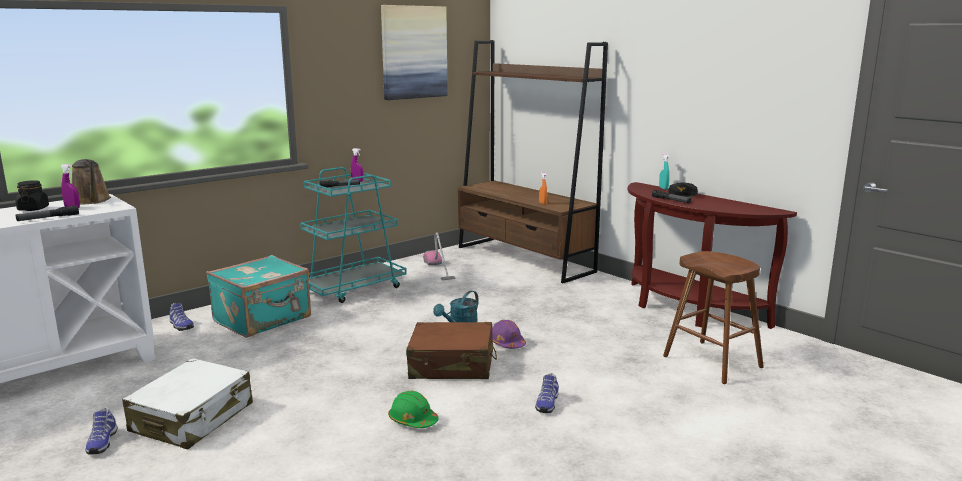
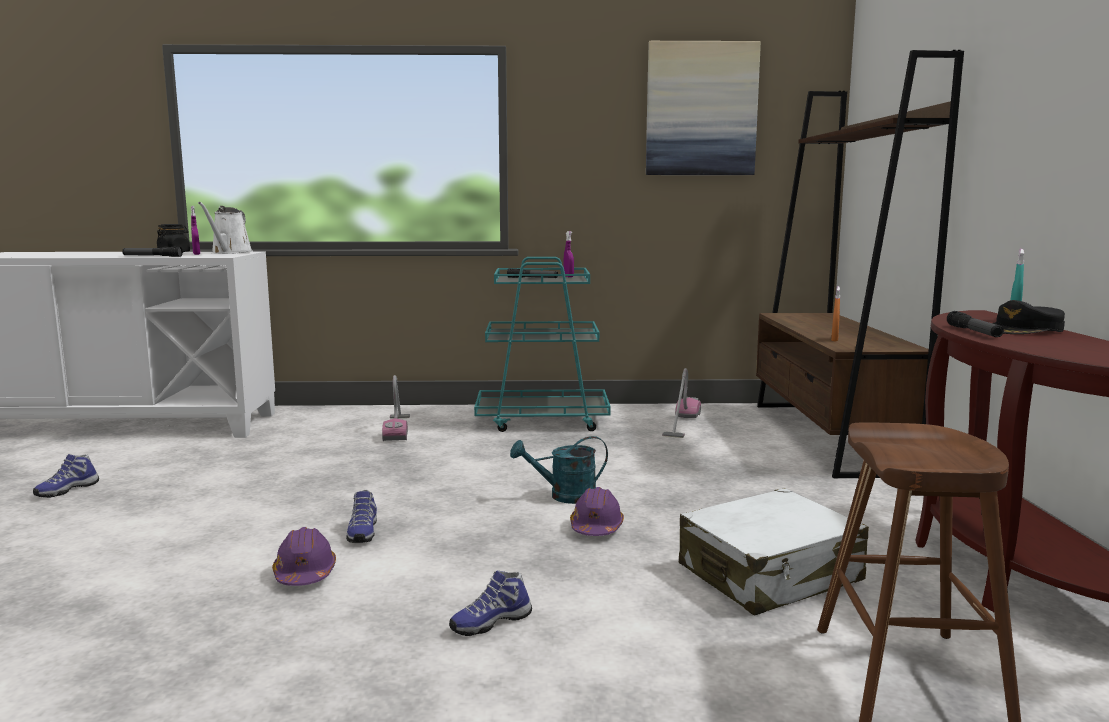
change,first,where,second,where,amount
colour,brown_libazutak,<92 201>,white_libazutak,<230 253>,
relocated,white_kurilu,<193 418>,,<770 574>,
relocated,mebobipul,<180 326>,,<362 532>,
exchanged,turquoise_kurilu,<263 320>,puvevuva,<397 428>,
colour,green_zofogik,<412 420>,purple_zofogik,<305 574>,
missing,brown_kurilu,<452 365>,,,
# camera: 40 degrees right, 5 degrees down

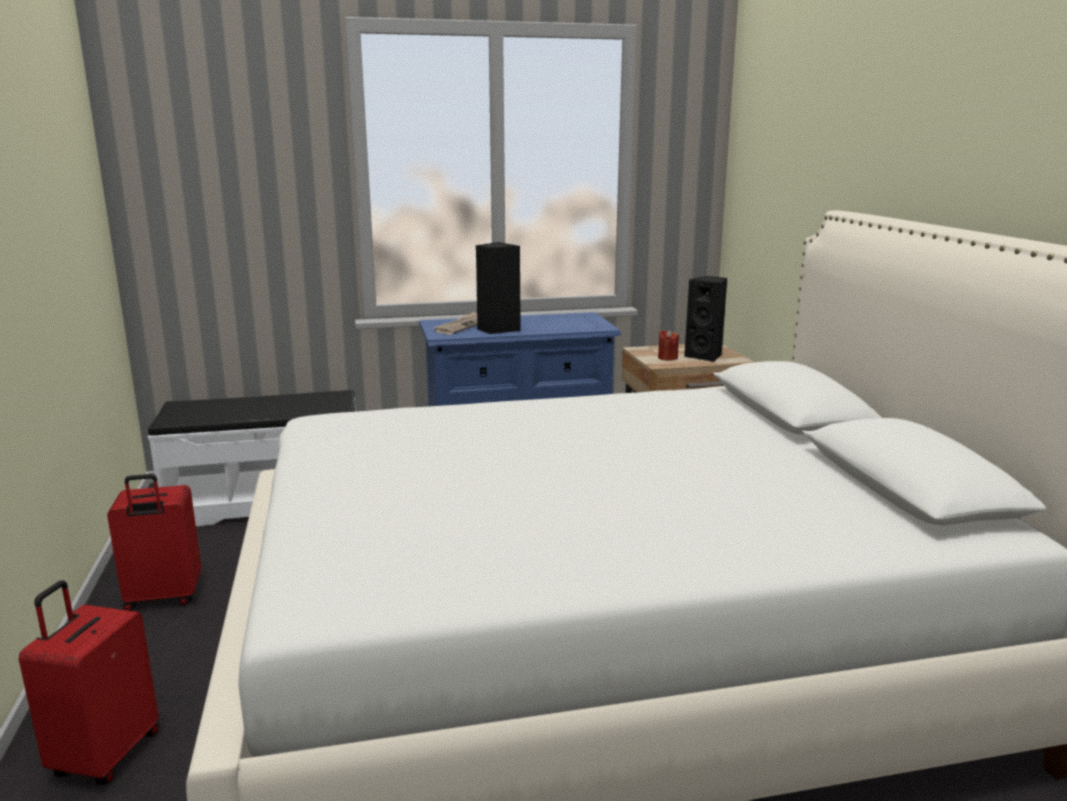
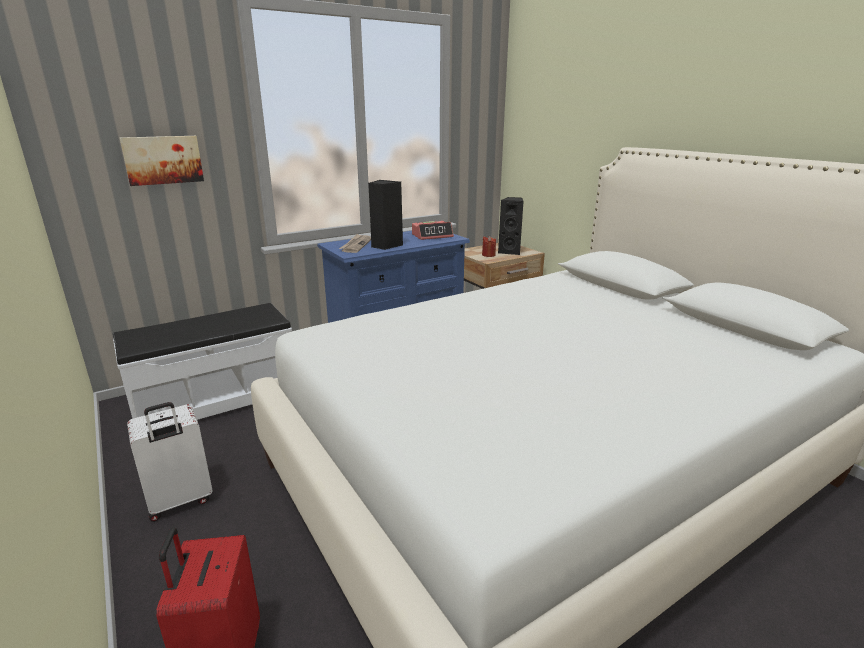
change,first,where,second,where,amount
colour,red_kurilu,<163 598>,white_kurilu,<180 502>,
appeared,,,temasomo,<163 160>,
appeared,,,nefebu,<432 236>,
# camera: 20 degrees left, 5 degrees up

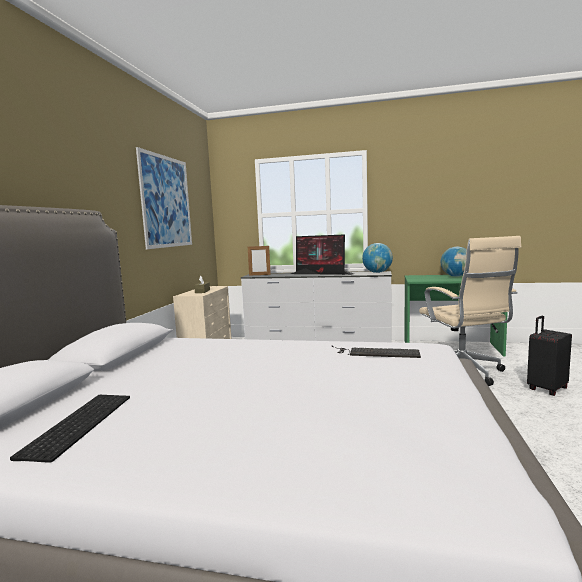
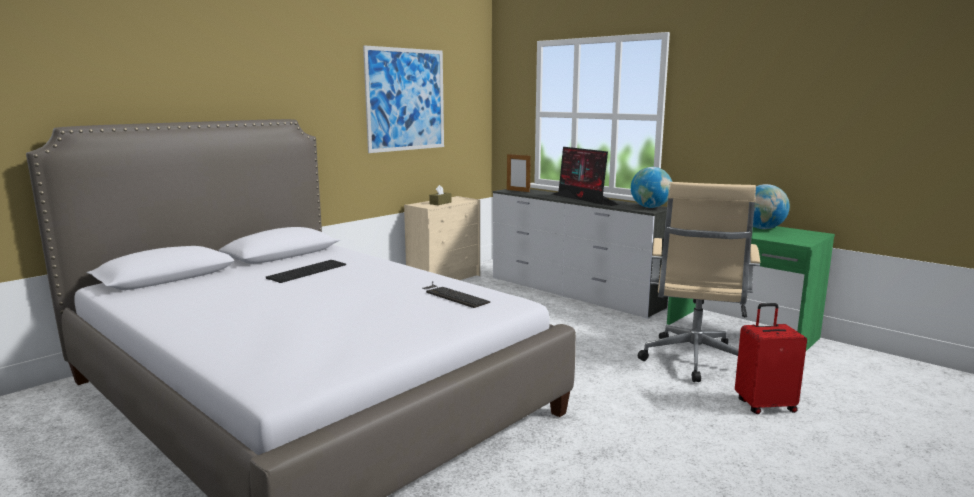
change,first,where,second,where,amount
relocated,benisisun,<77 423>,,<307 271>,
colour,black_kurilu,<546 389>,red_kurilu,<764 405>,
# camera: 30 degrees right, 5 degrees up

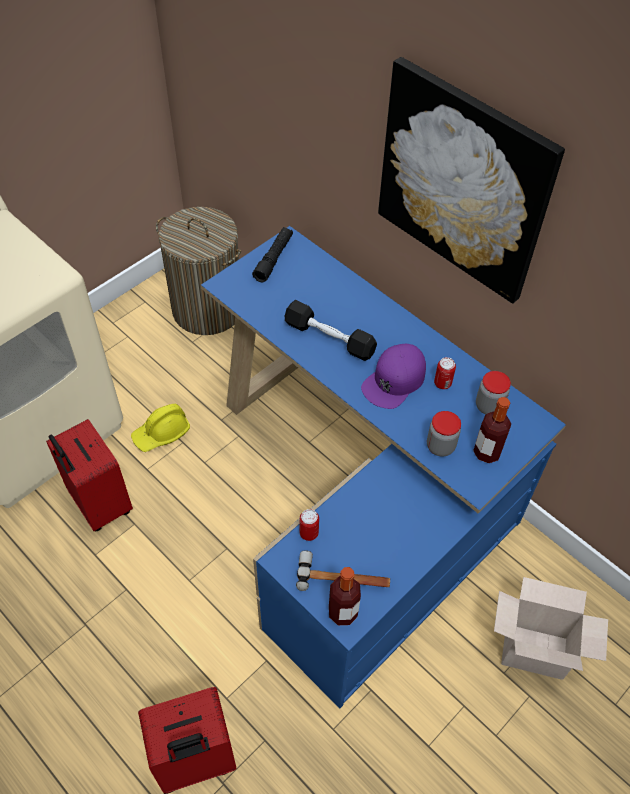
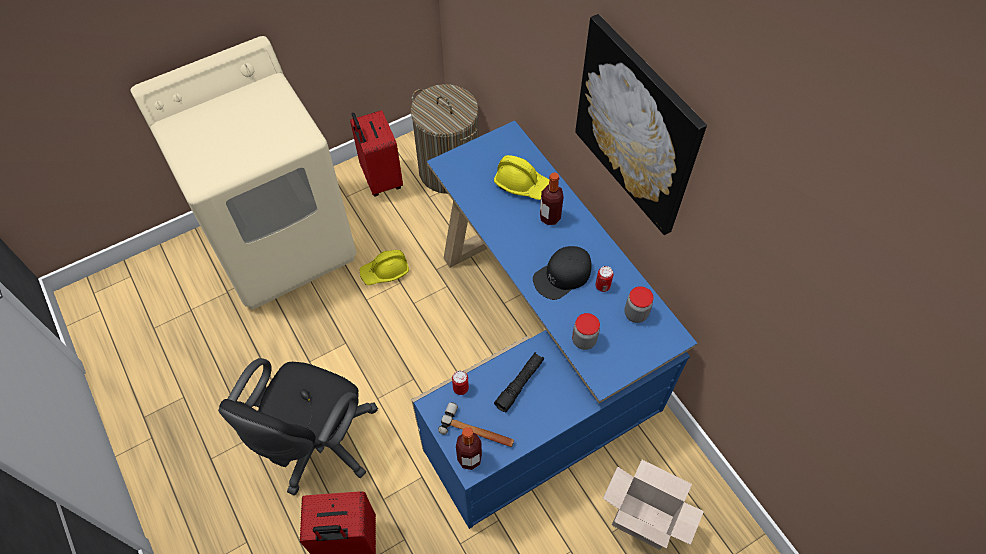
change,first,where,second,where,amount
relocated,red_kurilu,<99 505>,,<380 179>,
relocated,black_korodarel,<274 259>,,<519 384>,
missing,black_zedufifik,<329 338>,,,
colour,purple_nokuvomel,<394 380>,black_nokuvomel,<562 275>,
relocated,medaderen,<486 452>,,<550 217>,
appeared,,,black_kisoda,<318 445>,
appeared,,,yellow_zofogik,<522 184>,
# camera: 15 degrees right, 5 degrees up

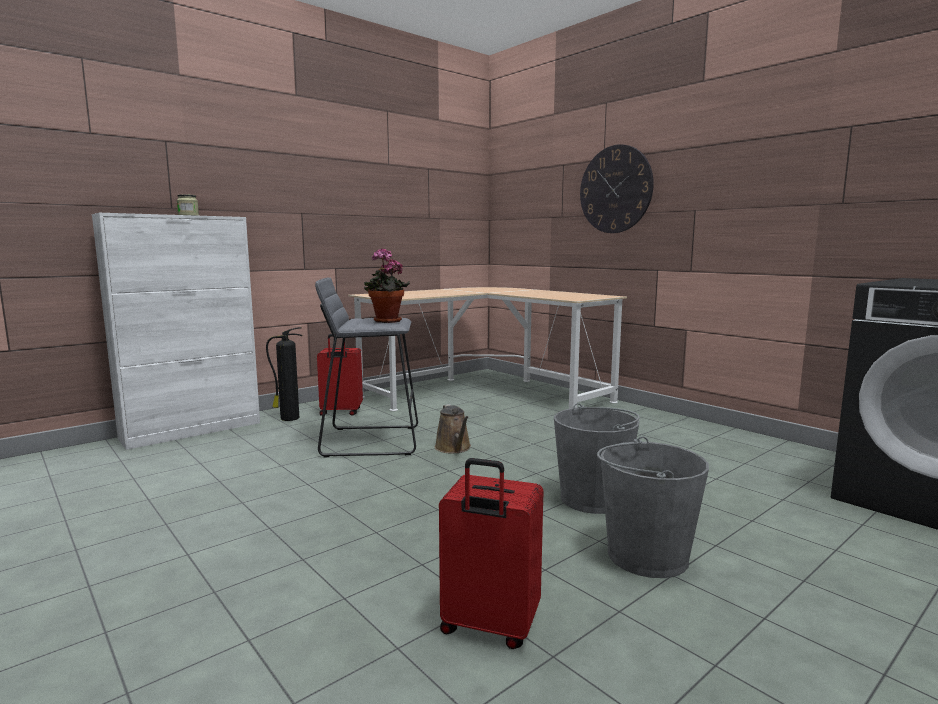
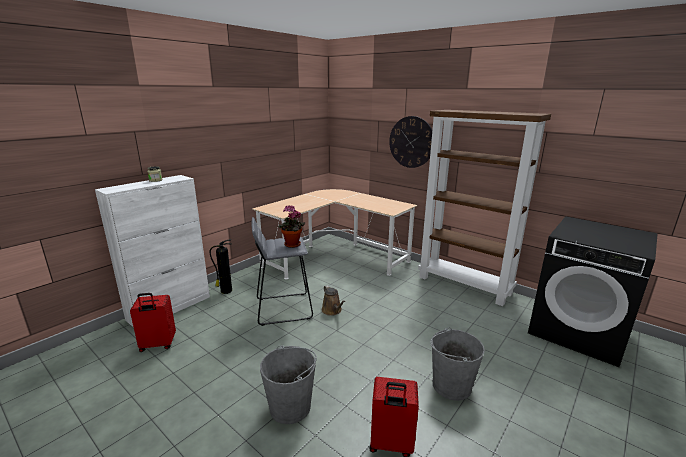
change,first,where,second,where,amount
relocated,red_kurilu,<341 412>,,<157 345>,
relocated,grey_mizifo,<593 499>,,<290 406>,
appeared,,,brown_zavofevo,<465 285>,
# camera: 10 degrees left, 10 degrees up

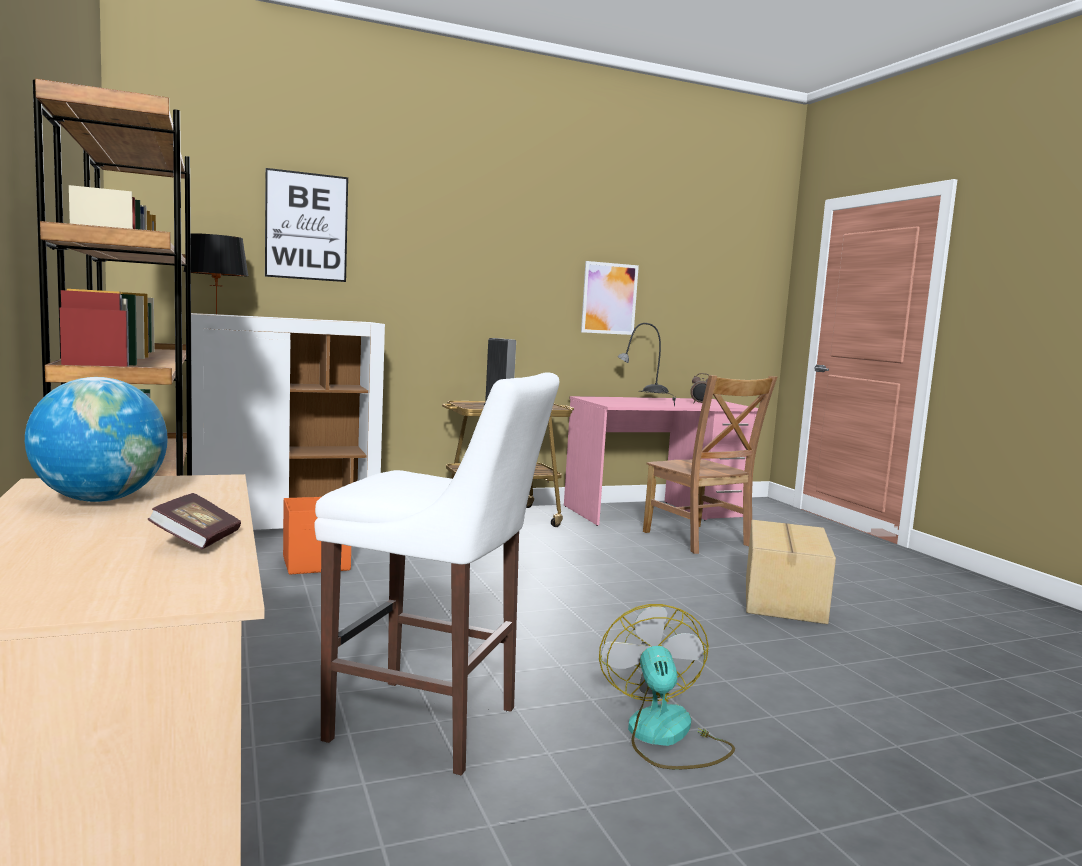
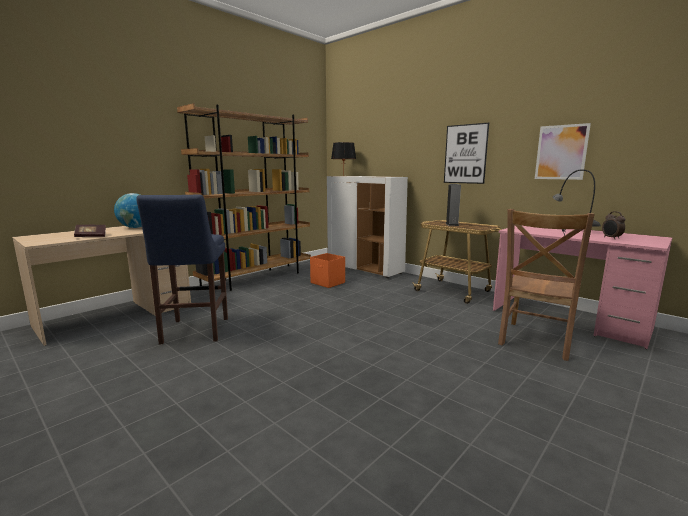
change,first,where,second,where,amount
relocated,temasomo,<306 226>,,<465 154>,
colour,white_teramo,<431 726>,blue_teramo,<194 332>,
missing,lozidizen,<665 737>,,,
missing,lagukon,<782 599>,,,
# camera: 65 degrees right, 5 degrees up

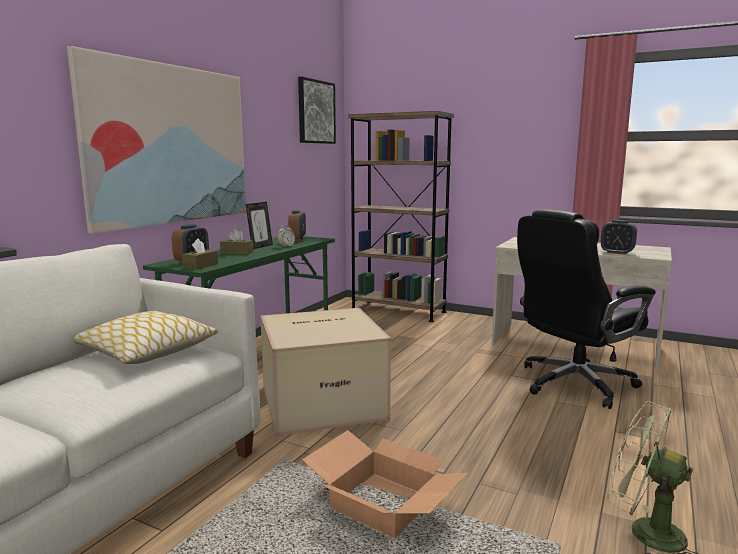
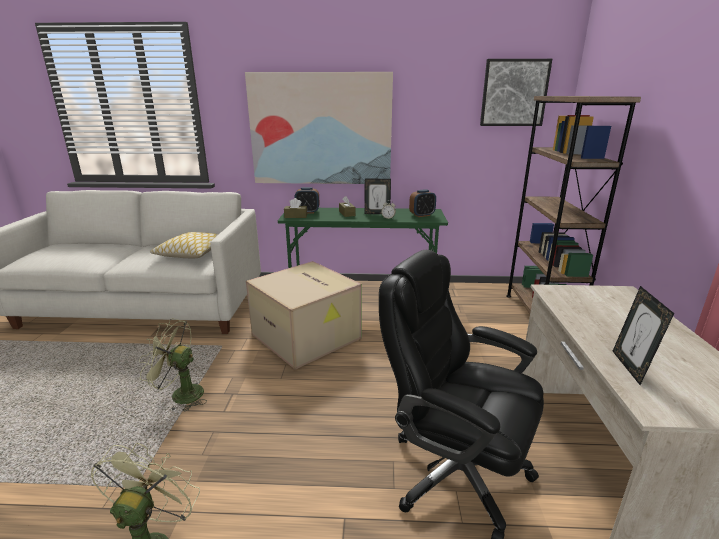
change,first,where,second,where,amount
exchanged,lagukon,<385 503>,green_lozidizen,<180 395>,
exchanged,nefebu,<617 252>,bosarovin,<630 367>,
# camera: 65 degrees right, 10 degrees up

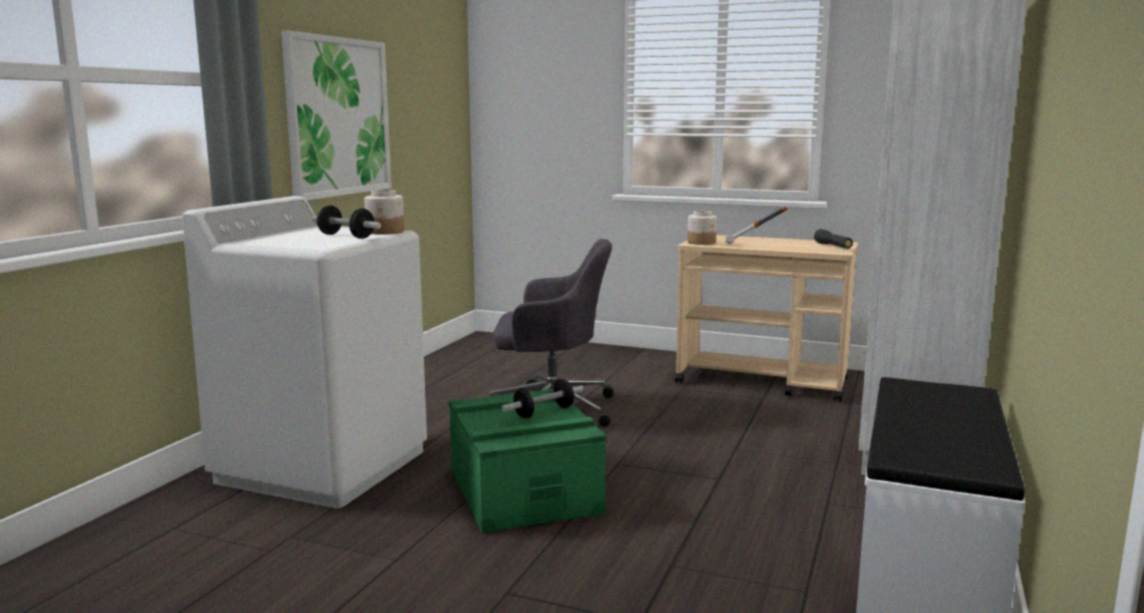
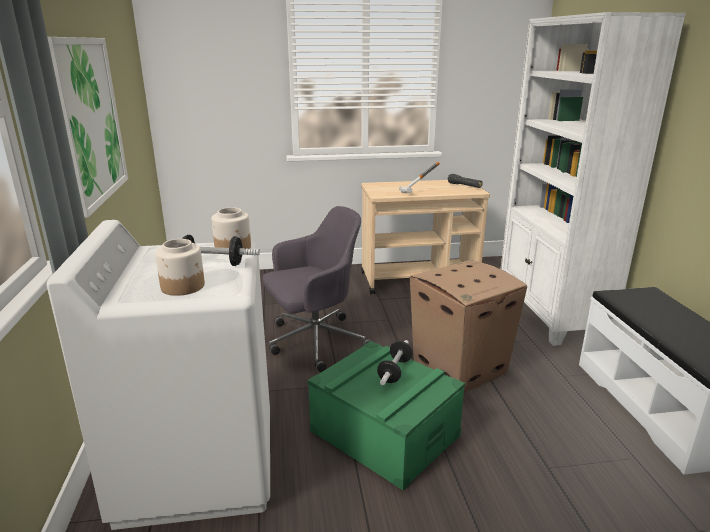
change,first,where,second,where,amount
relocated,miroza,<702 242>,,<183 286>,
appeared,,,lagukon,<460 367>,
# camera: 30 degrees left, 10 degrees up

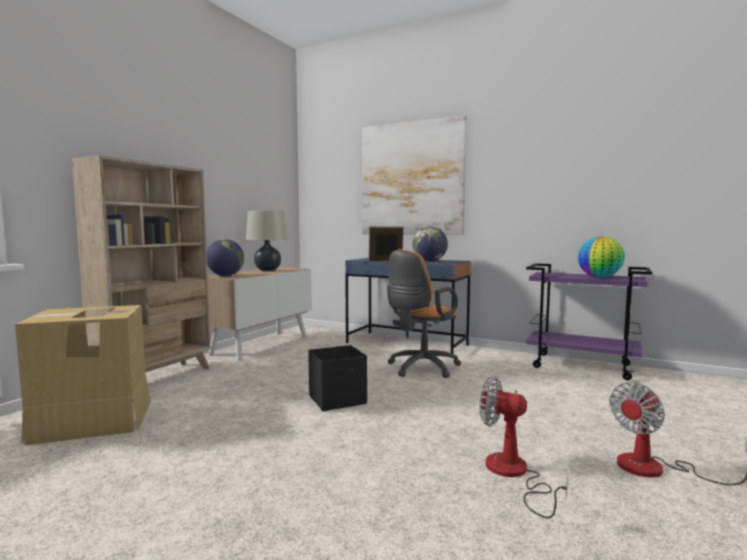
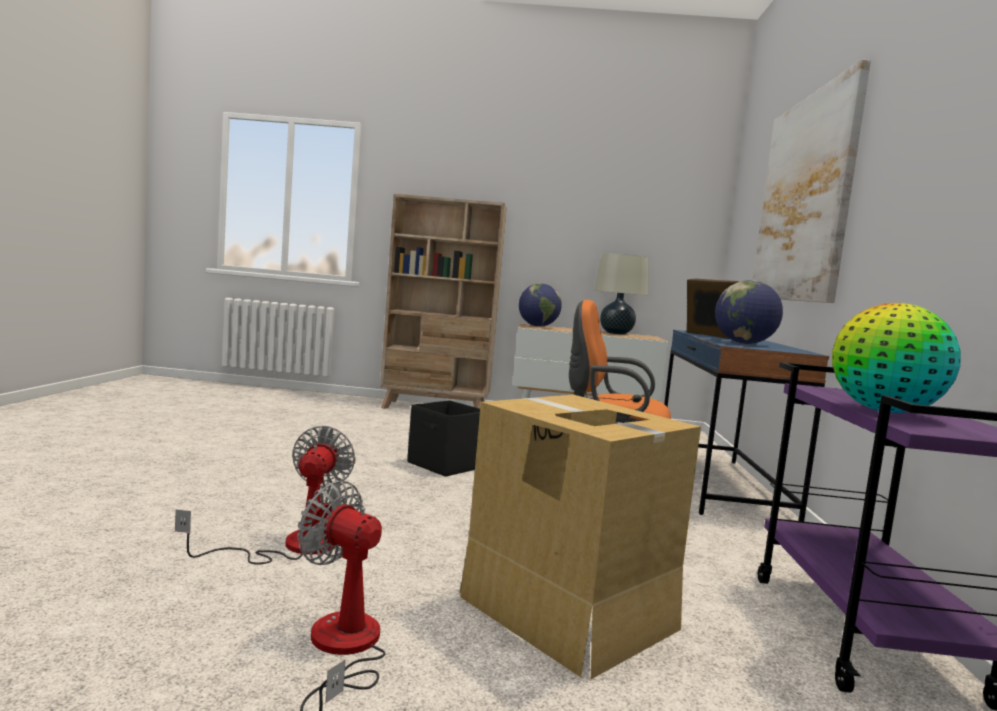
change,first,where,second,where,amount
relocated,lagukon,<93 421>,,<567 612>,
# camera: 65 degrees right, 0 degrees up

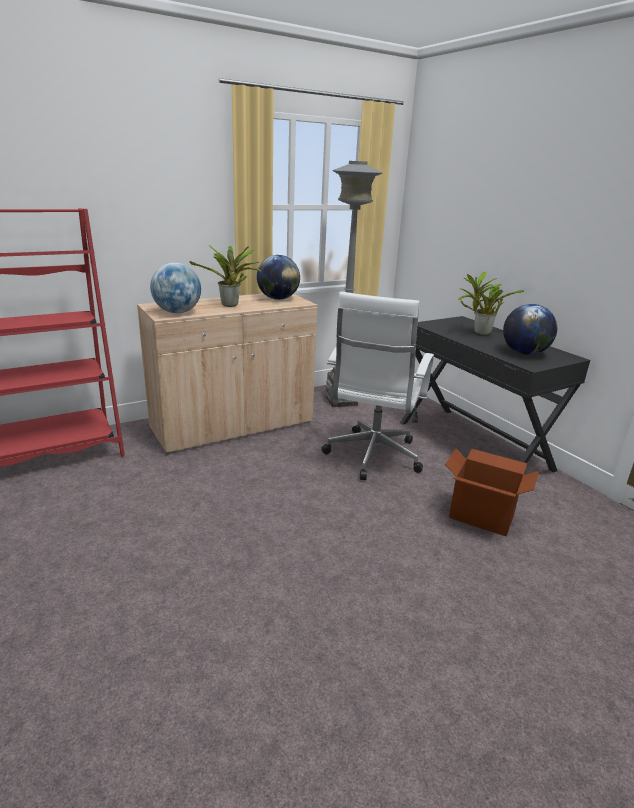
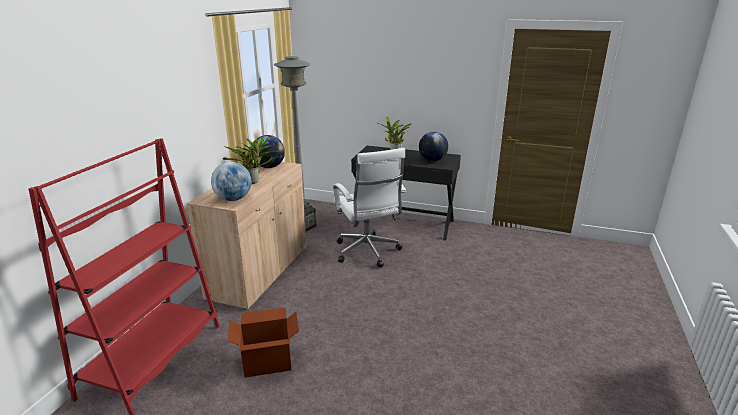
change,first,where,second,where,amount
relocated,lagukon,<481 515>,,<267 361>,
# camera: 40 degrees left, 0 degrees up

